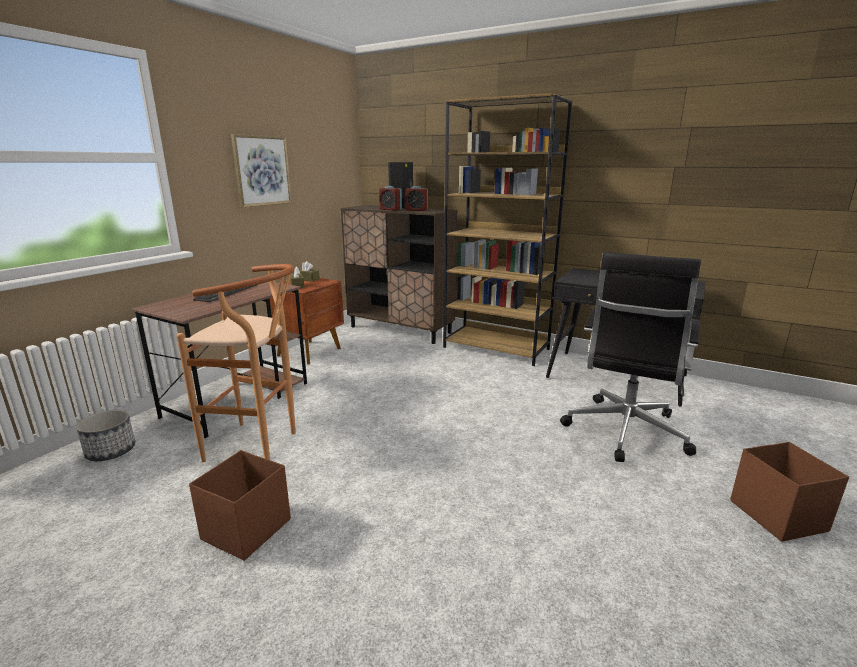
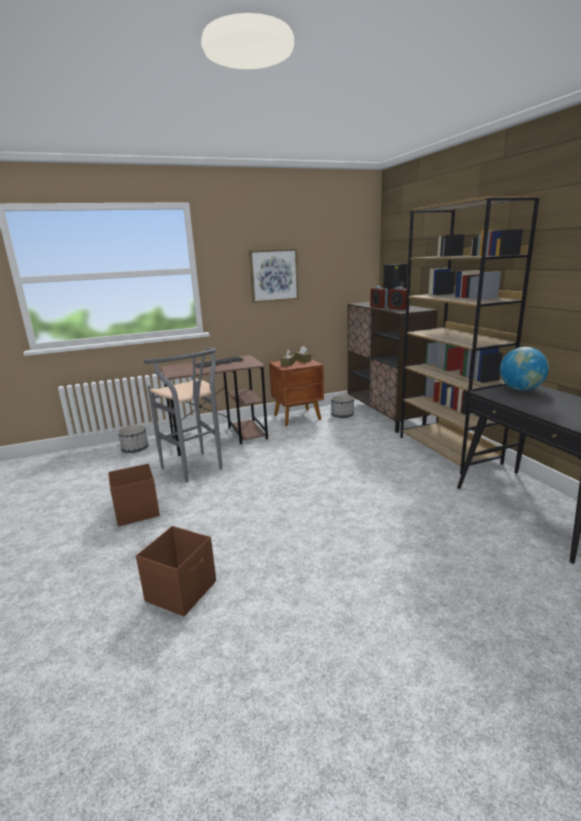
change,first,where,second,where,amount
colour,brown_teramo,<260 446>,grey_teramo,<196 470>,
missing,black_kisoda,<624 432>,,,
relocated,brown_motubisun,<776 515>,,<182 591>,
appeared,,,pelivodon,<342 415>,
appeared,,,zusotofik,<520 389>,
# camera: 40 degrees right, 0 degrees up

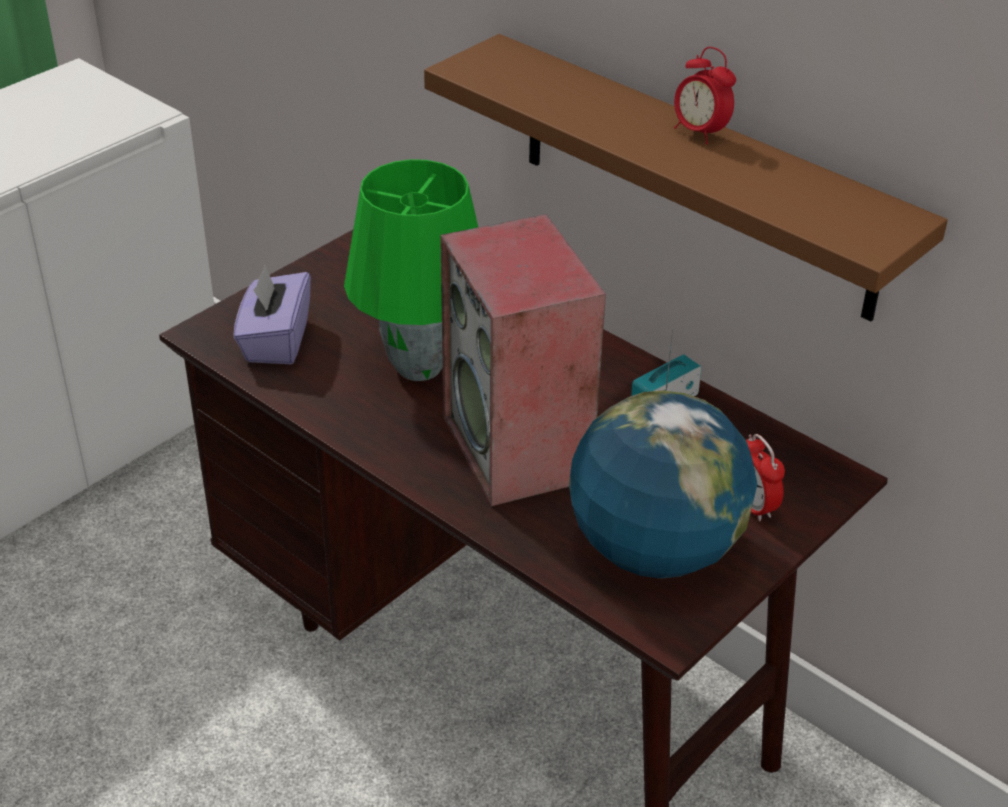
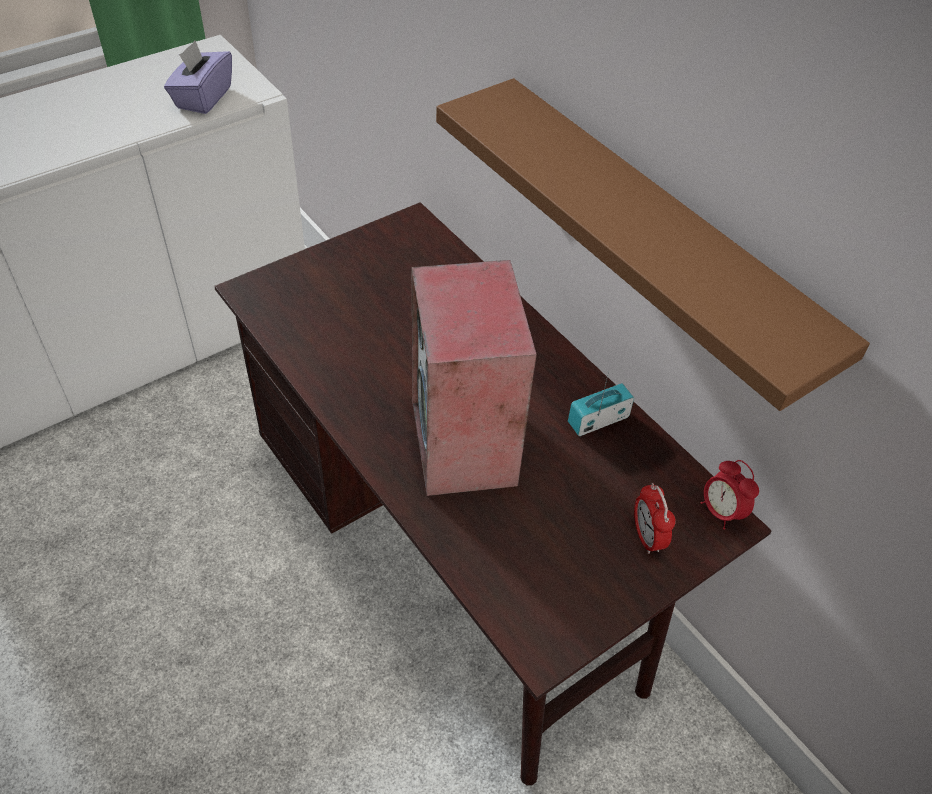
change,first,where,second,where,amount
relocated,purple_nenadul,<275 341>,,<203 98>,
missing,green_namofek,<421 367>,,,
missing,zusotofik,<654 550>,,,
relocated,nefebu,<700 133>,,<721 512>,
# camera: 10 degrees right, 10 degrees up

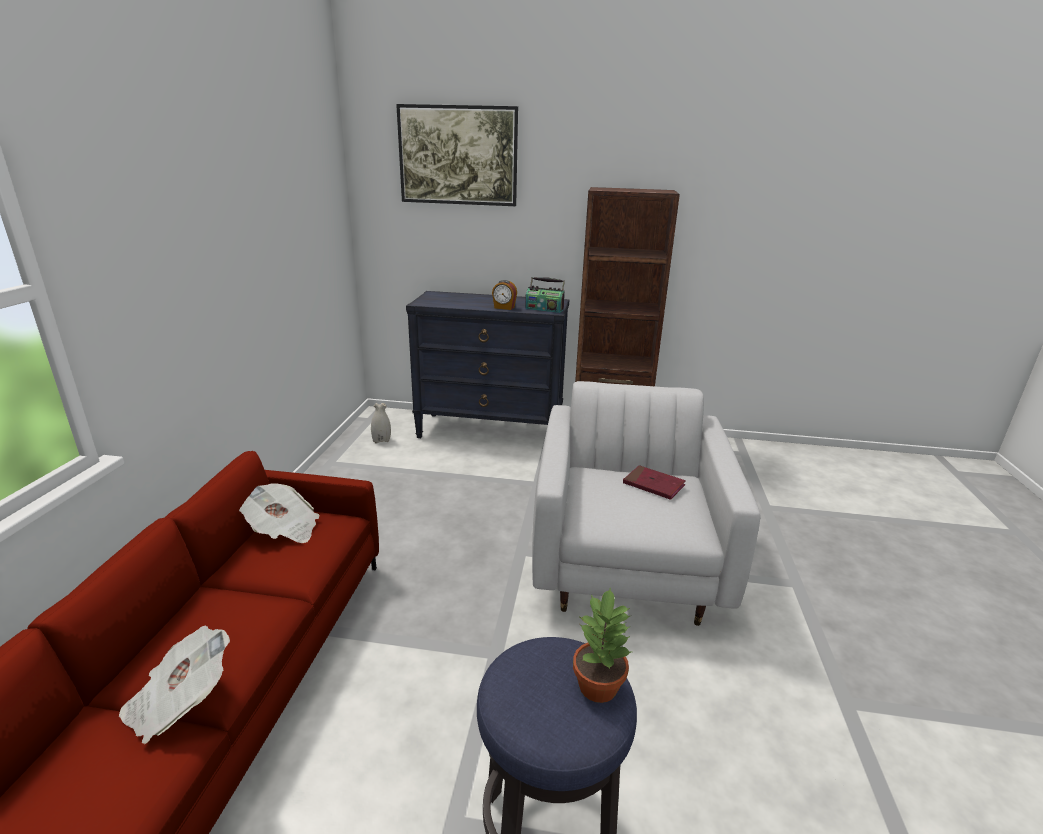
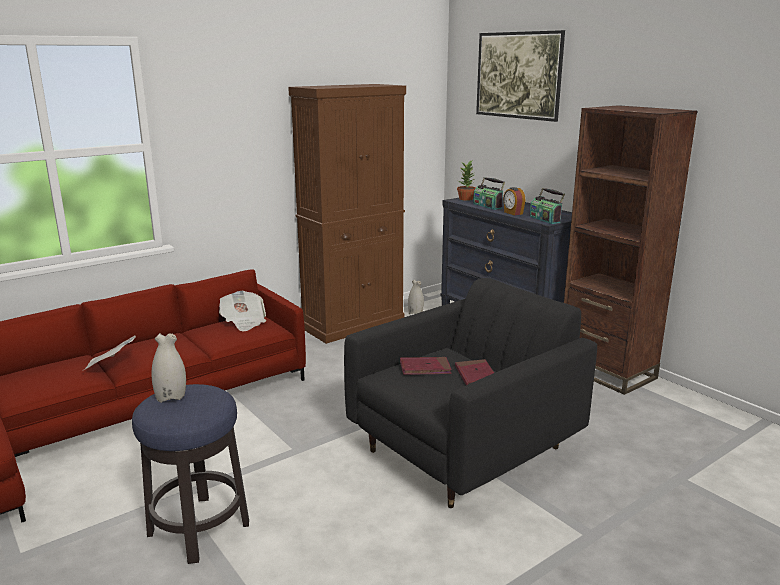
change,first,where,second,where,amount
colour,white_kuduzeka,<626 561>,black_kuduzeka,<465 450>,
relocated,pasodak,<599 686>,,<466 199>,
appeared,,,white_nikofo,<171 397>,
appeared,,,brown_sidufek,<353 324>,
appeared,,,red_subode,<425 368>,
appeared,,,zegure,<488 206>,
# camera: 45 degrees right, 5 degrees down

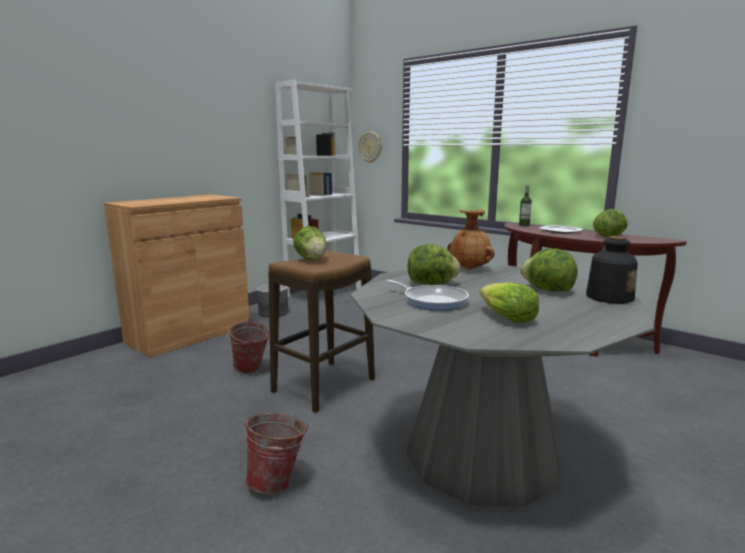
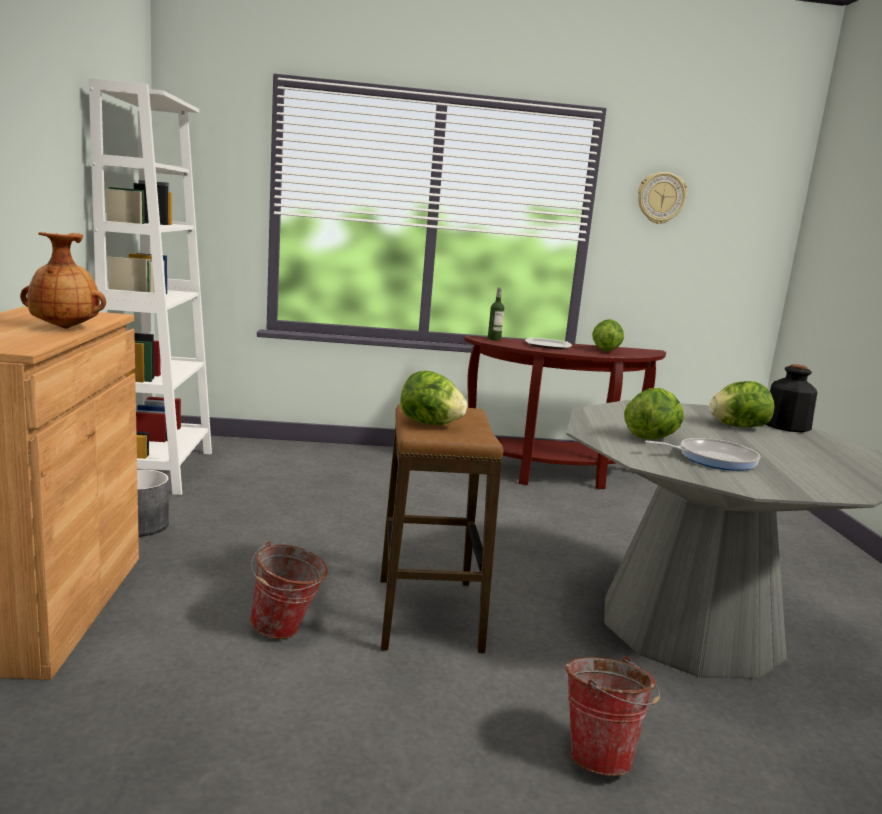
change,first,where,second,where,amount
relocated,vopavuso,<370 147>,,<661 198>,
relocated,brown_nikofo,<470 269>,,<65 328>,
missing,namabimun,<506 318>,,,
# camera: 45 degrees left, 0 degrees up

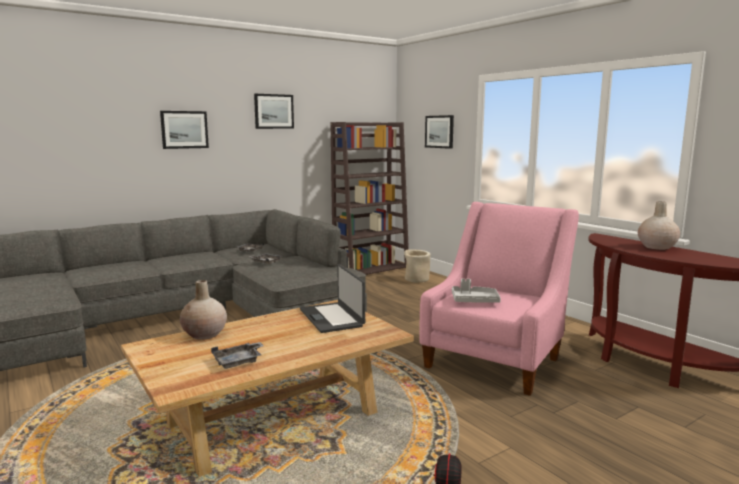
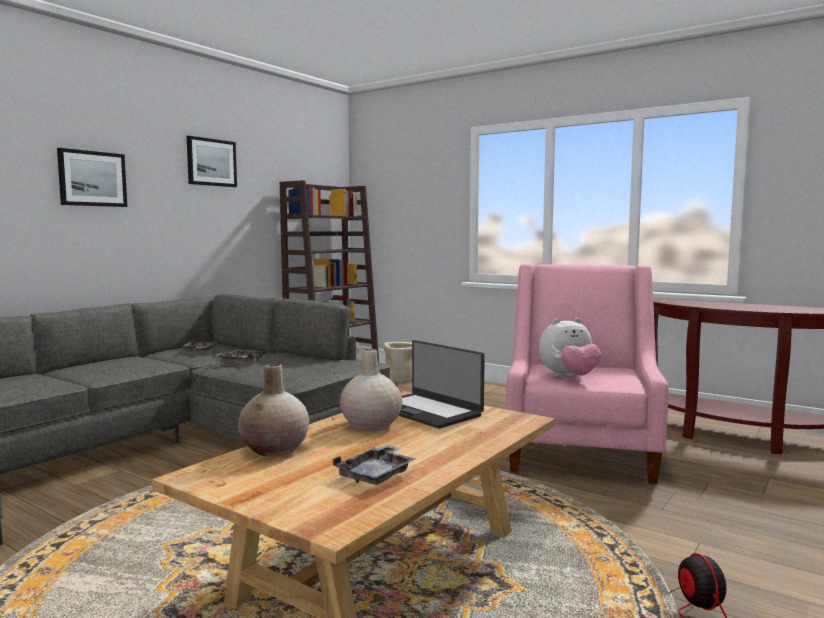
change,first,where,second,where,amount
missing,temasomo,<439 131>,,,
exchanged,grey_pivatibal,<474 301>,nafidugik,<569 377>,
relocated,beige_nikofo,<656 247>,,<370 425>,
# camera: 20 degrees left, 5 degrees down

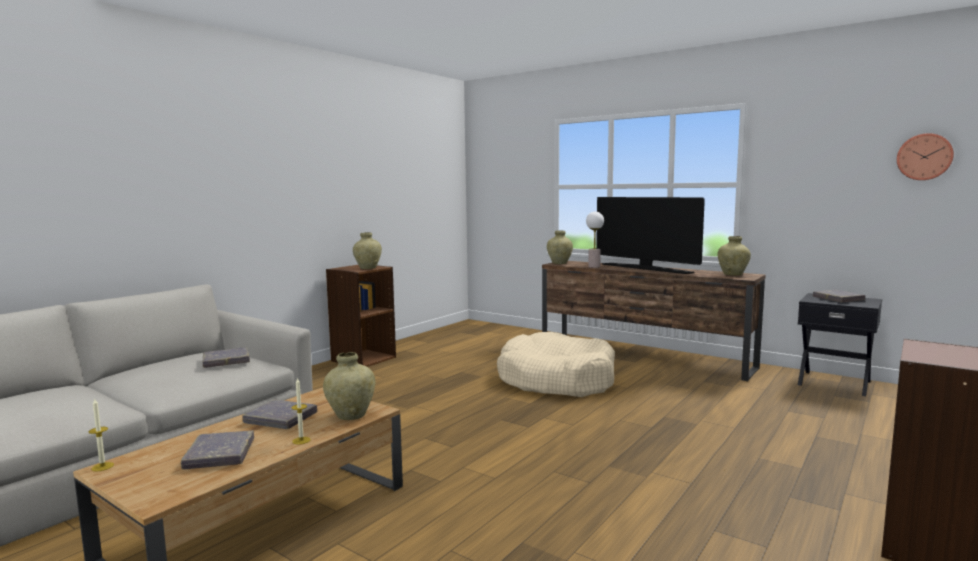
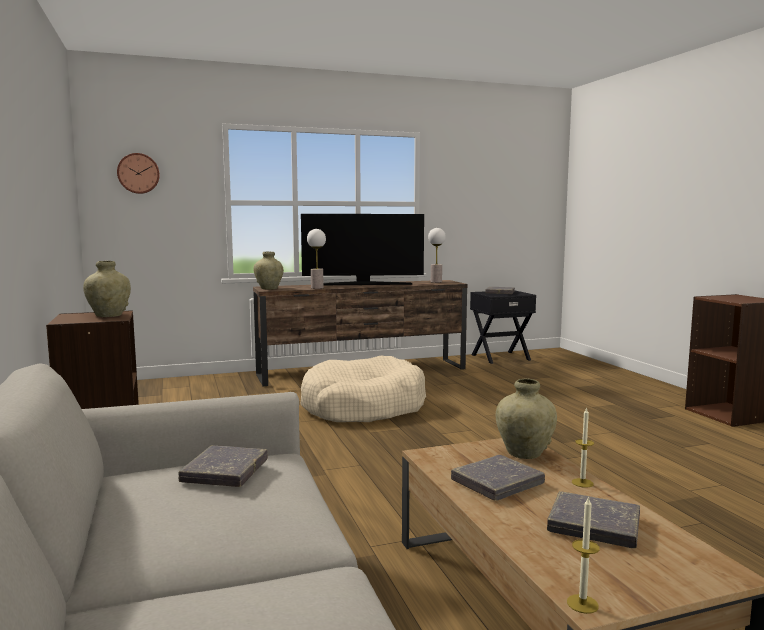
change,first,where,second,where,amount
exchanged,beige_nikofo,<732 274>,namofek,<436 282>,
relocated,vopavuso,<924 157>,,<138 173>,
# camera: 55 degrees left, 0 degrees up

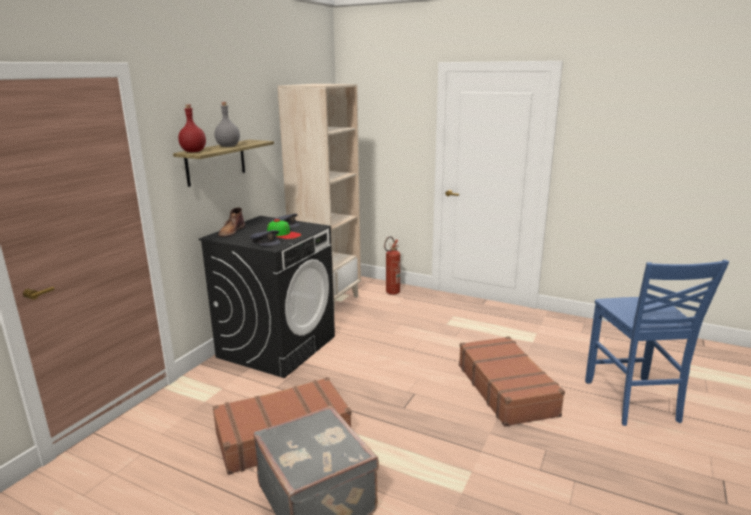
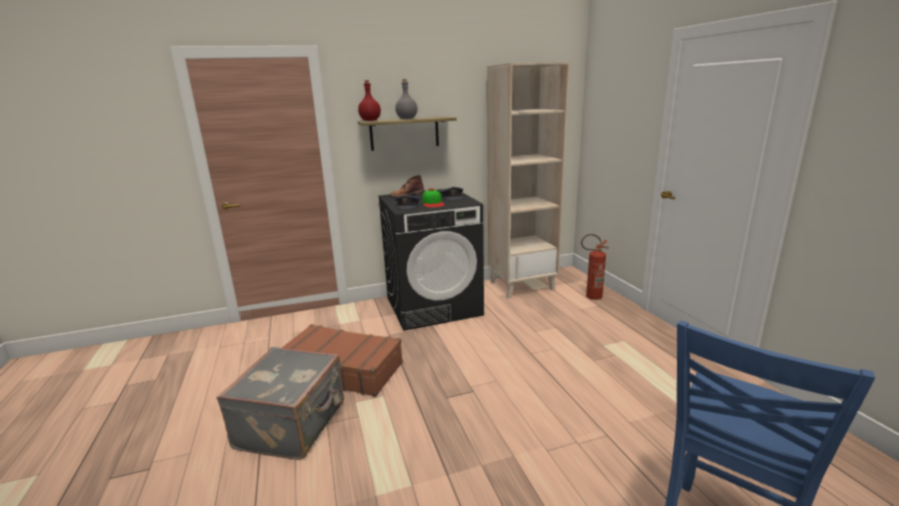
change,first,where,second,where,amount
missing,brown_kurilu,<506 389>,,,
# camera: 45 degrees right, 0 degrees up

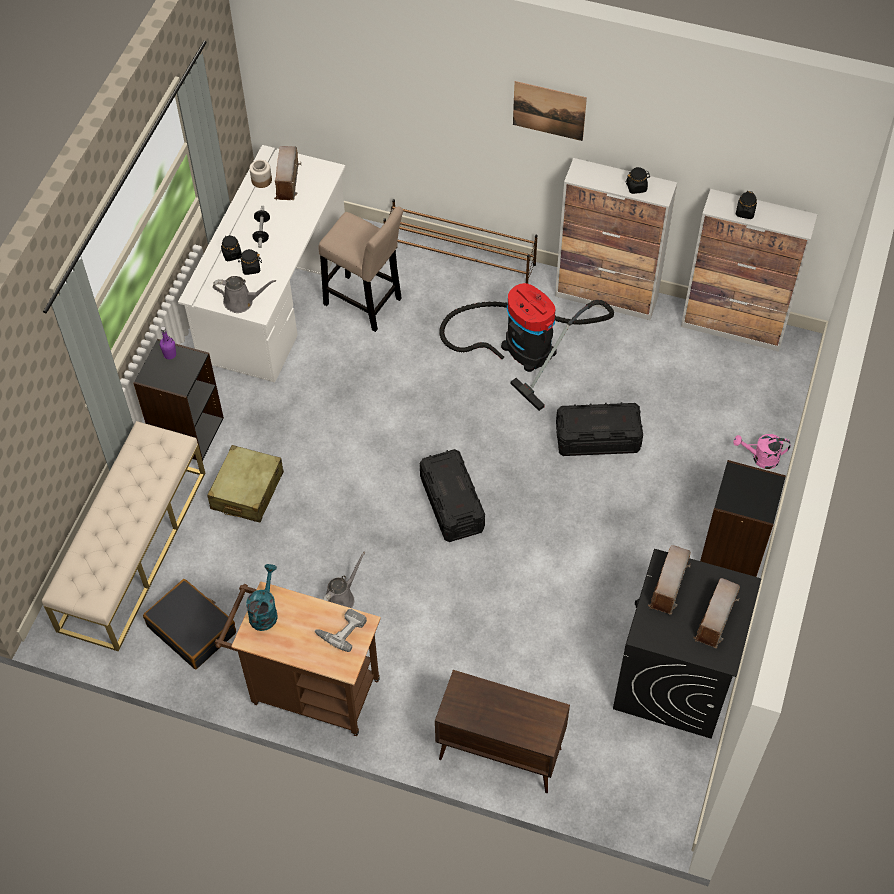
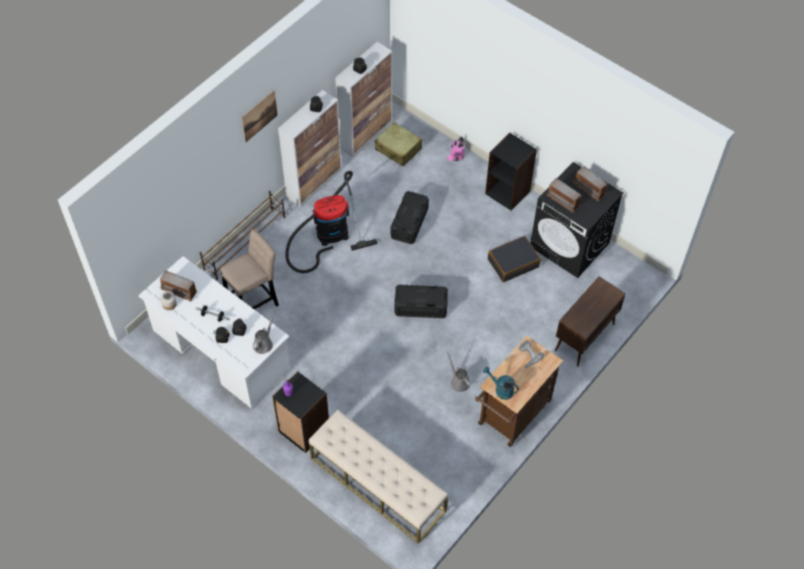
change,first,where,second,where,amount
relocated,black_kurilu,<192 629>,,<513 263>,
relocated,beige_kurilu,<247 491>,,<398 149>,
# camera: 70 degrees left, 0 degrees up

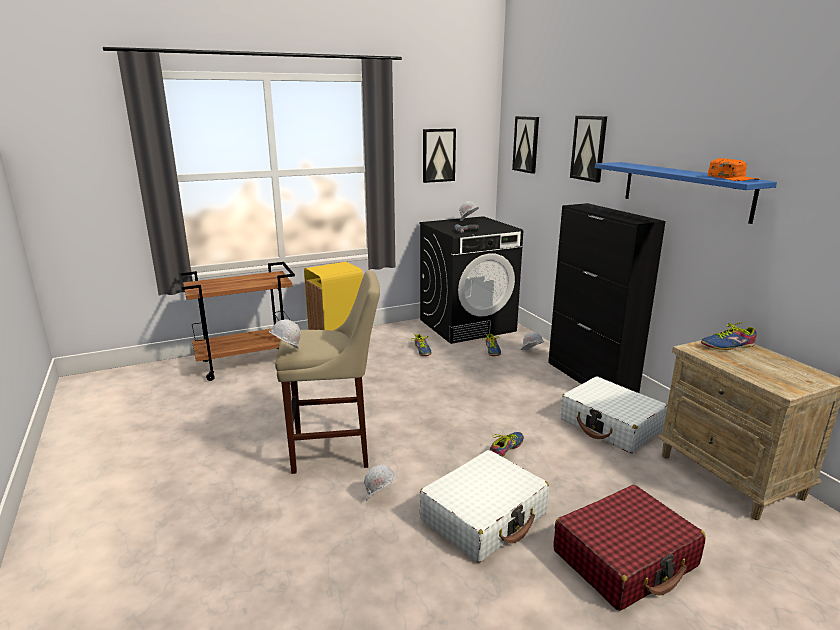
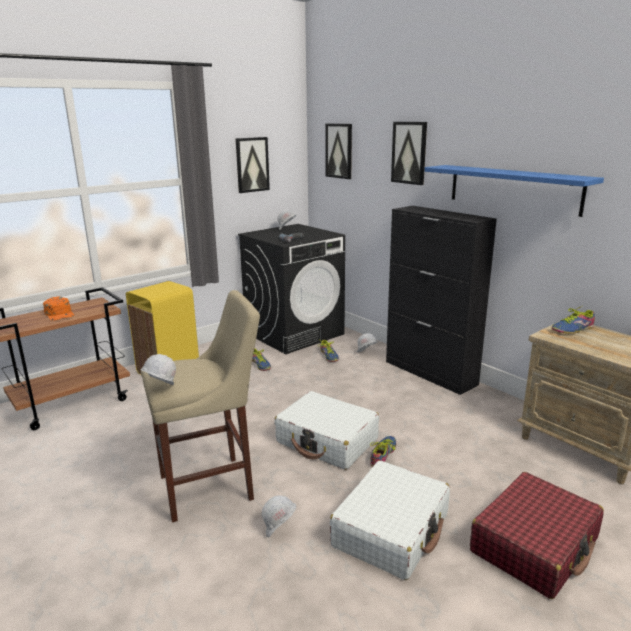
change,first,where,second,where,amount
relocated,white_kurilu,<611 425>,,<327 441>,
relocated,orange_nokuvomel,<732 178>,,<60 314>,
# camera: 15 degrees left, 0 degrees up

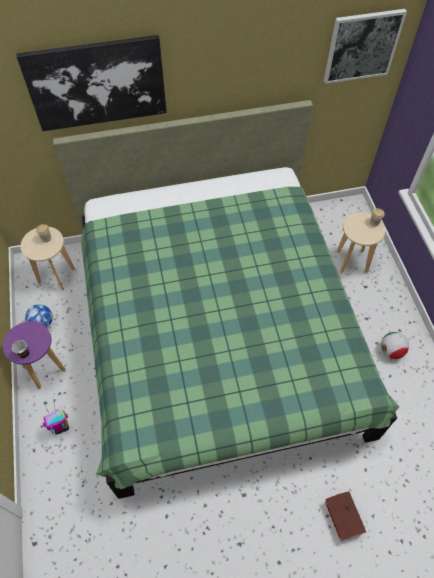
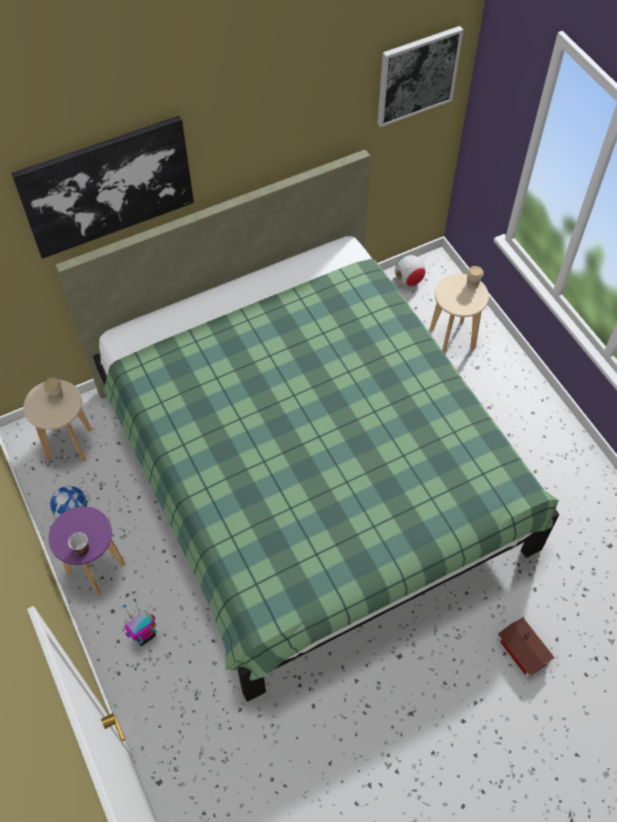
change,first,where,second,where,amount
relocated,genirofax,<391 351>,,<408 280>,
# camera: 15 degrees left, 0 degrees up

